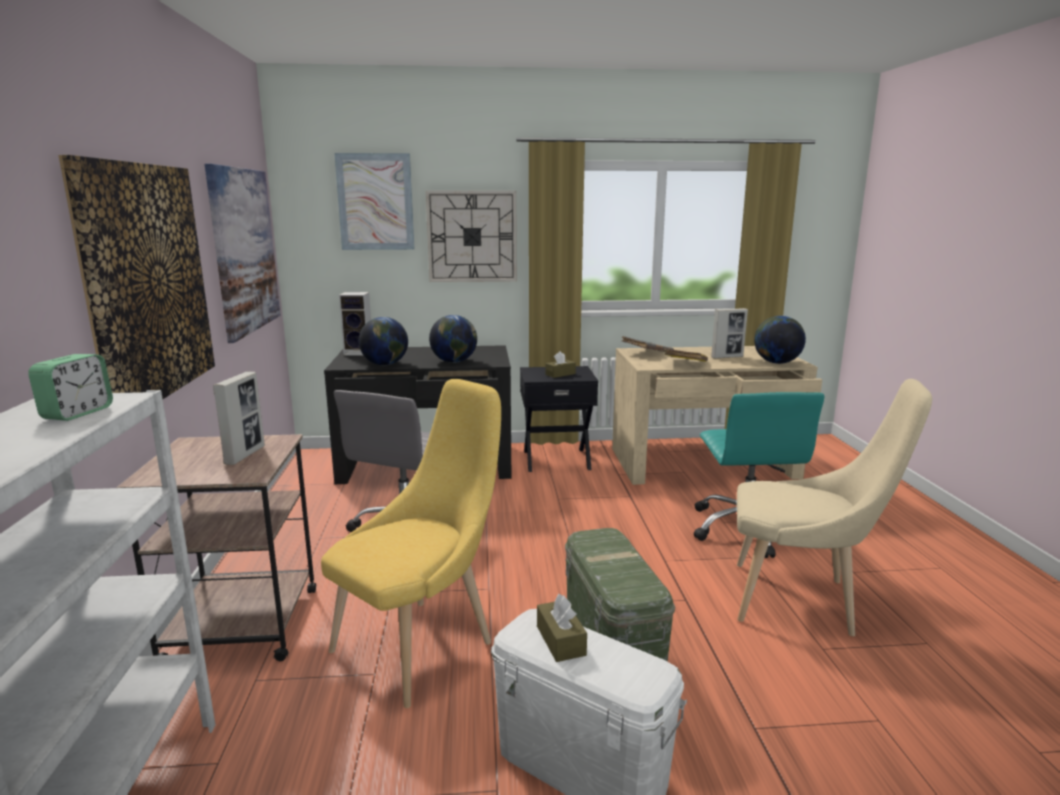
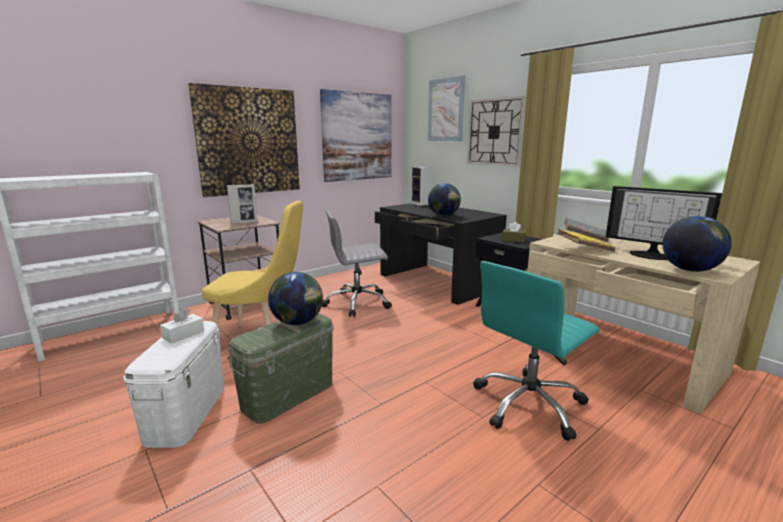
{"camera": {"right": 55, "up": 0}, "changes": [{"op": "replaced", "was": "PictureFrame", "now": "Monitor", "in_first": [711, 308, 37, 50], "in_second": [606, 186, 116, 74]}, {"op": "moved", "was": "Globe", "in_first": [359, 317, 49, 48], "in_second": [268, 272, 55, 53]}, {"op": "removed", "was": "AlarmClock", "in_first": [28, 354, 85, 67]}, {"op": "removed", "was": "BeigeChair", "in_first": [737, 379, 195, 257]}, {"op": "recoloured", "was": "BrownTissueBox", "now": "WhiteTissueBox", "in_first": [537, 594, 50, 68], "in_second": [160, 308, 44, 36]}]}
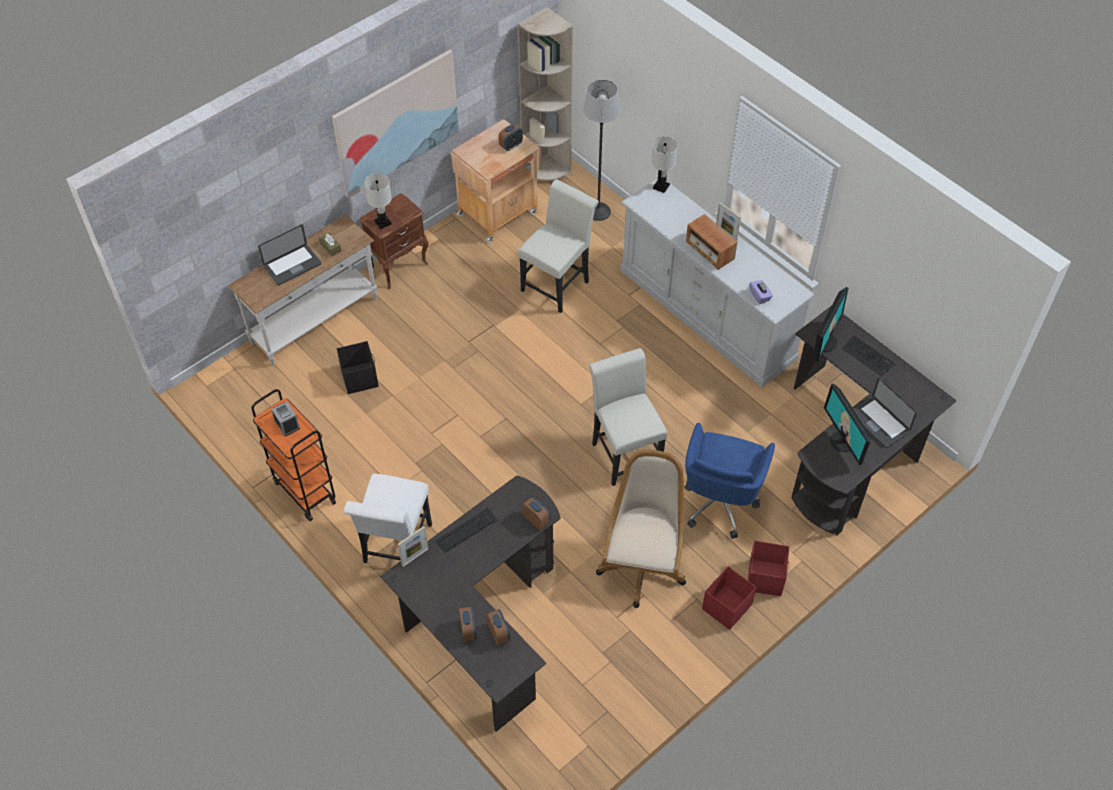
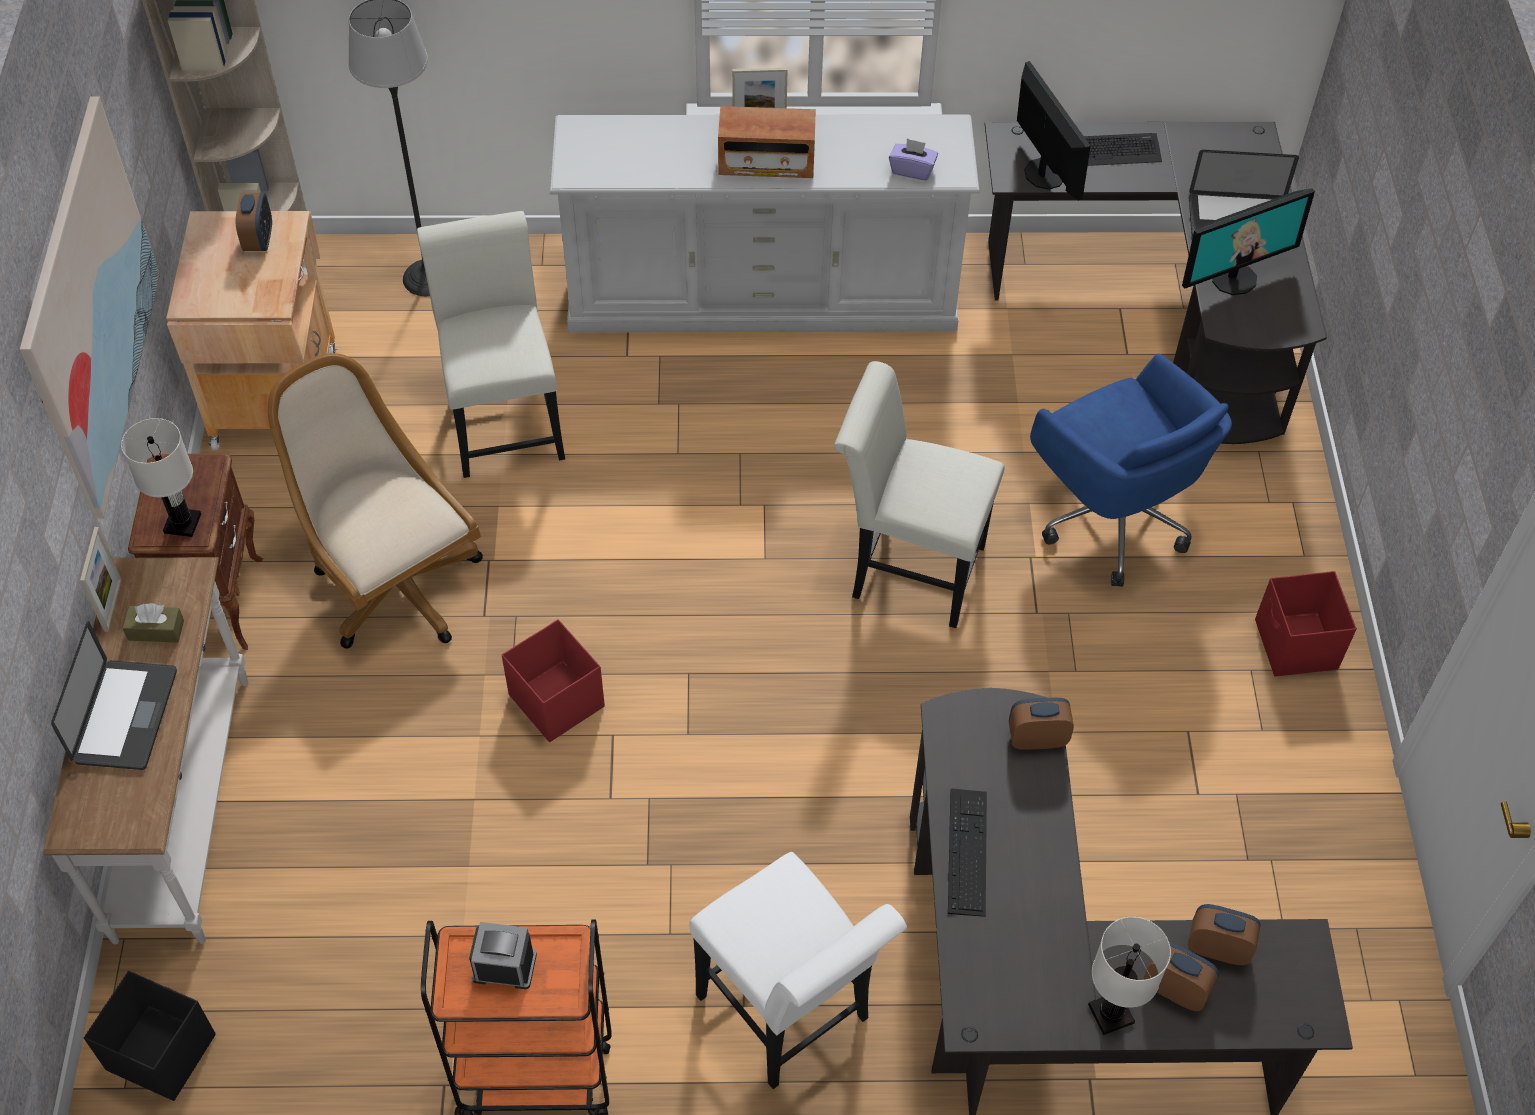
{"camera": {"right": -50, "up": 0}, "changes": [{"op": "moved", "was": "WhiteTableLamp", "in_first": [651, 136, 27, 57], "in_second": [1088, 917, 83, 118]}, {"op": "moved", "was": "BlackStorageBox", "in_first": [337, 341, 42, 53], "in_second": [84, 971, 132, 130]}, {"op": "turned", "was": "Monitor", "in_first": [824, 384, 47, 81], "in_second": [1182, 188, 133, 107], "clockwise": -45}, {"op": "moved", "was": "OfficeChair", "in_first": [596, 450, 90, 158], "in_second": [268, 353, 215, 296]}, {"op": "moved", "was": "PictureFrame", "in_first": [398, 526, 30, 41], "in_second": [80, 527, 42, 105]}, {"op": "moved", "was": "RedStorageBox", "in_first": [748, 541, 41, 55], "in_second": [502, 619, 103, 123]}]}
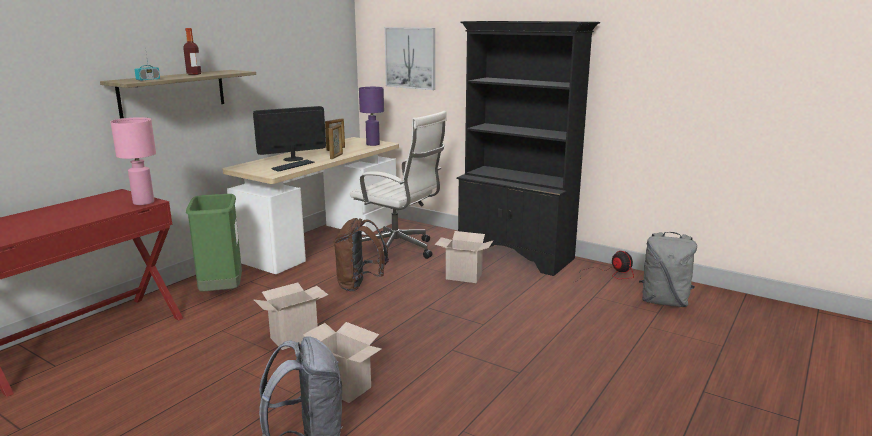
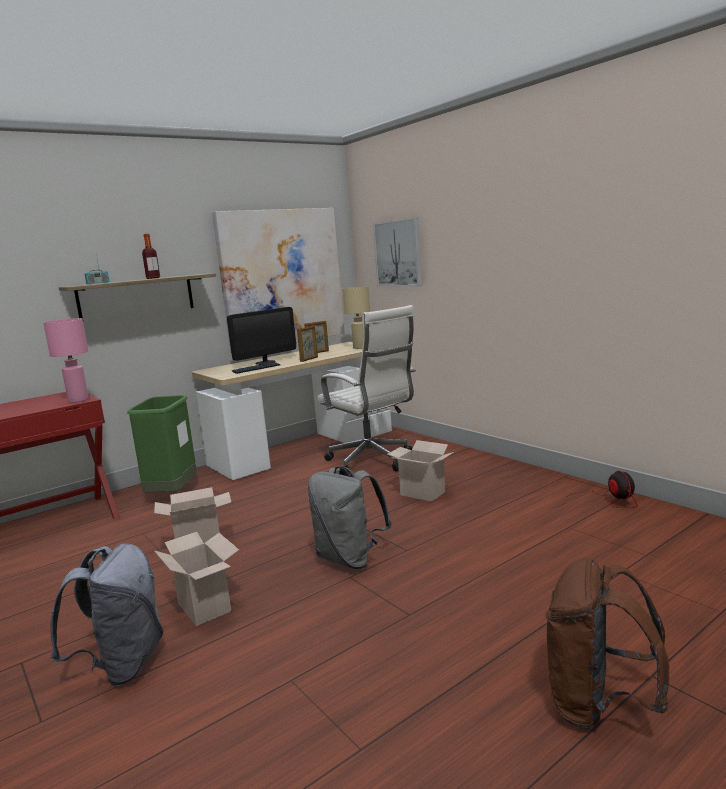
{"camera": {"right": 20, "up": -5}, "changes": [{"op": "removed", "was": "BlackBookcase", "in_first": [457, 21, 143, 255]}, {"op": "recoloured", "was": "PurpleTableLamp", "now": "BeigeTableLamp", "in_first": [359, 87, 25, 59], "in_second": [342, 286, 28, 63]}, {"op": "turned", "was": "Monitor", "in_first": [253, 106, 73, 56], "in_second": [227, 307, 69, 58], "clockwise": 150}, {"op": "moved", "was": "BrownBackpack", "in_first": [333, 218, 56, 73], "in_second": [545, 558, 124, 172]}, {"op": "moved", "was": "GreyBackpack", "in_first": [639, 232, 58, 75], "in_second": [308, 466, 84, 103]}, {"op": "added", "now": "Picture", "in_second": [212, 208, 133, 144]}]}
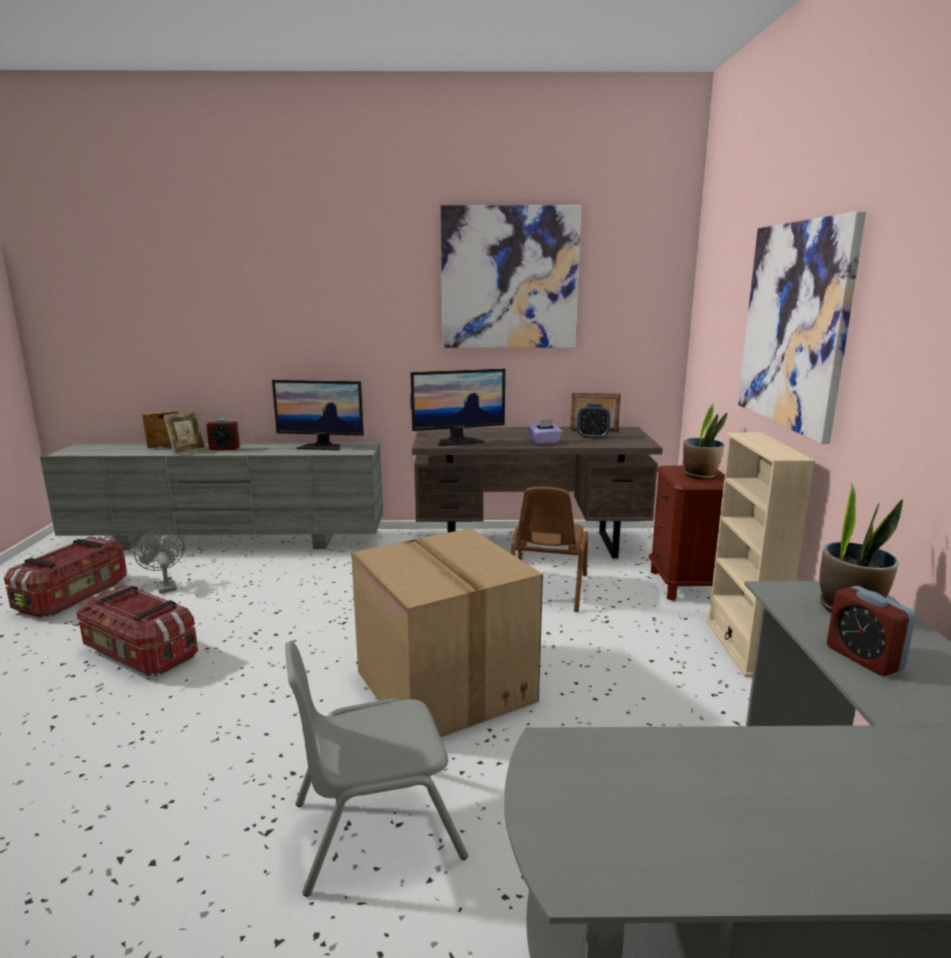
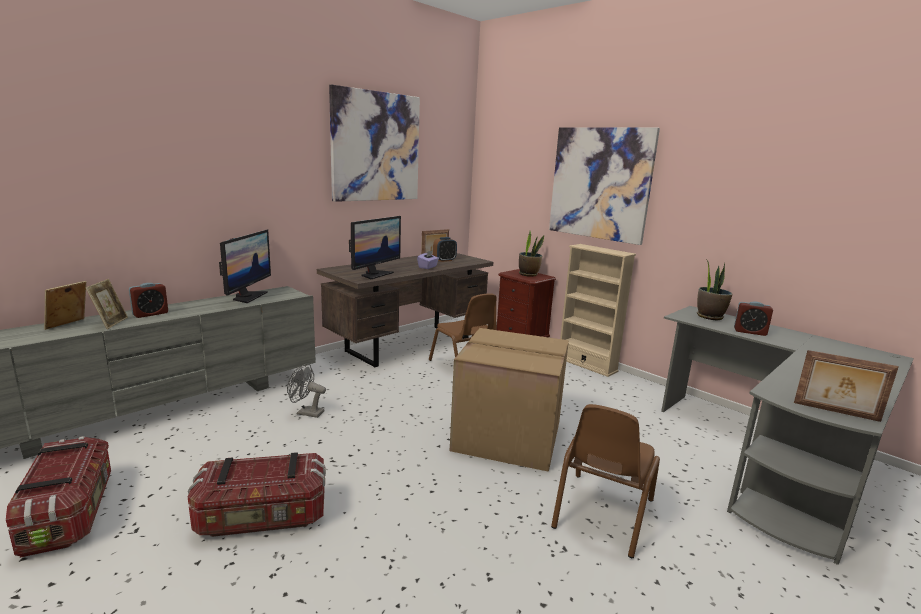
{"camera": {"right": -45, "up": 0}, "changes": [{"op": "turned", "was": "Monitor", "in_first": [272, 380, 92, 70], "in_second": [219, 230, 52, 73], "clockwise": -45}, {"op": "moved", "was": "GreyFan", "in_first": [134, 530, 50, 64], "in_second": [287, 363, 39, 55]}, {"op": "recoloured", "was": "GreyChair", "now": "BrownChair", "in_first": [285, 641, 183, 256], "in_second": [551, 404, 109, 154]}, {"op": "added", "now": "PictureFrame", "in_second": [794, 350, 105, 72]}]}
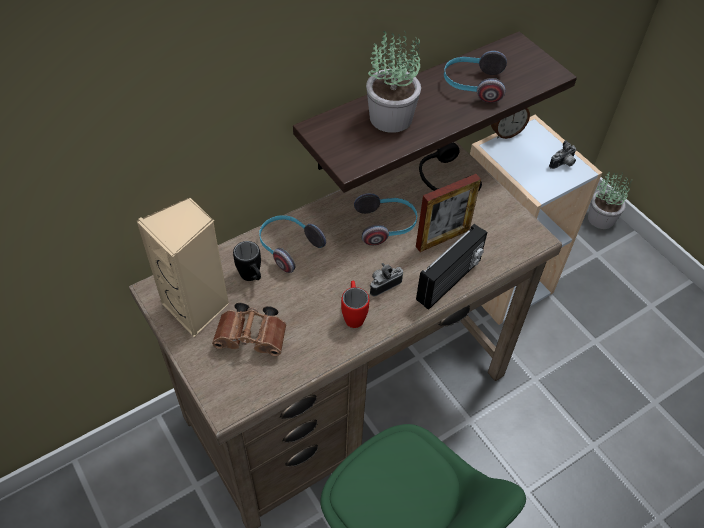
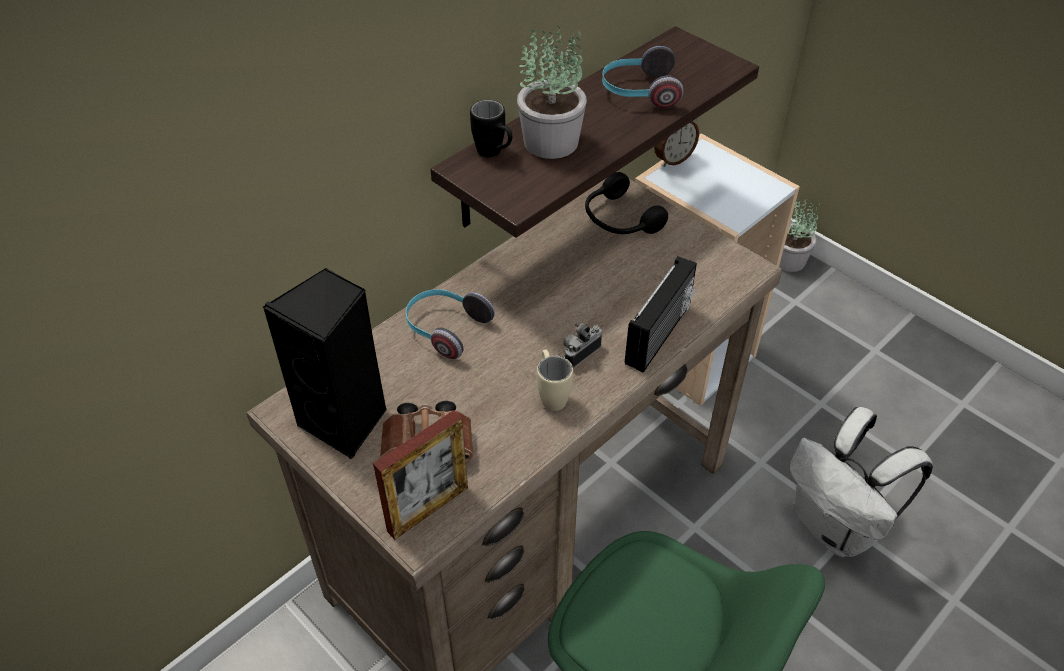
{"camera": {"right": -10, "up": -5}, "changes": [{"op": "removed", "was": "PhotoCamera", "in_first": [549, 140, 27, 29]}, {"op": "moved", "was": "PictureFrame", "in_first": [416, 174, 65, 78], "in_second": [373, 410, 95, 130]}, {"op": "removed", "was": "Headphones", "in_first": [354, 193, 63, 52]}, {"op": "recoloured", "was": "BeigeSpeaker", "now": "BlackSpeaker", "in_first": [137, 198, 92, 139], "in_second": [263, 268, 124, 191]}, {"op": "moved", "was": "BlackMug", "in_first": [233, 241, 28, 40], "in_second": [470, 100, 42, 57]}, {"op": "recoloured", "was": "RedMug", "now": "BeigeMug", "in_first": [341, 281, 28, 47], "in_second": [537, 350, 36, 61]}, {"op": "added", "now": "WhiteBackpack", "in_second": [790, 407, 143, 151]}]}
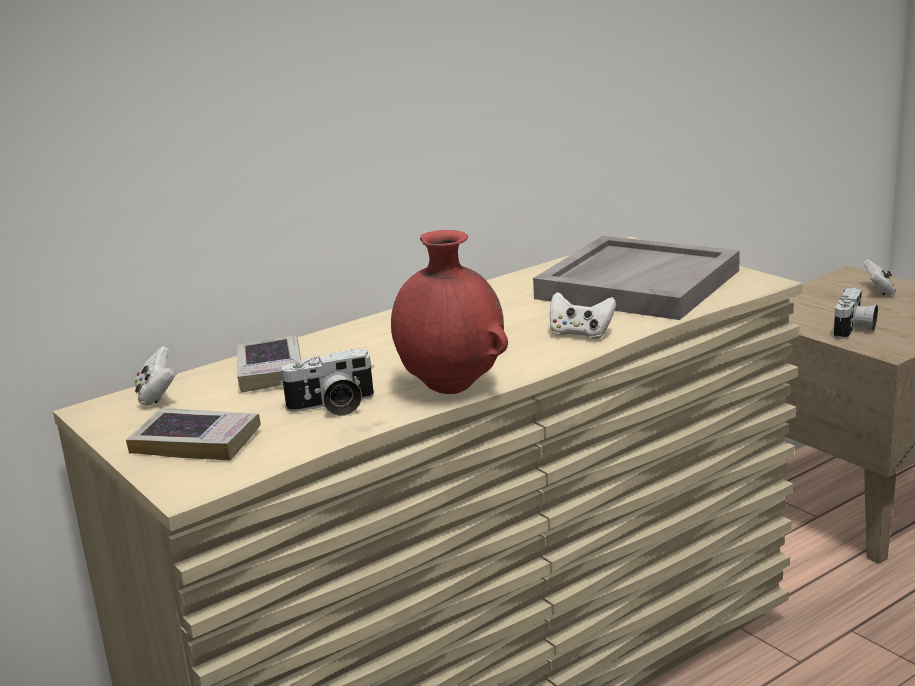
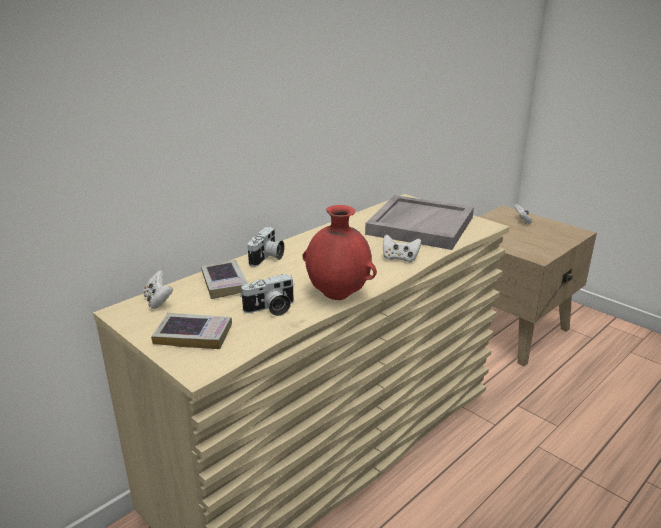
{"camera": {"right": -10, "up": 5}, "changes": [{"op": "moved", "was": "PhotoCamera", "in_first": [834, 288, 44, 51], "in_second": [248, 227, 37, 40]}]}
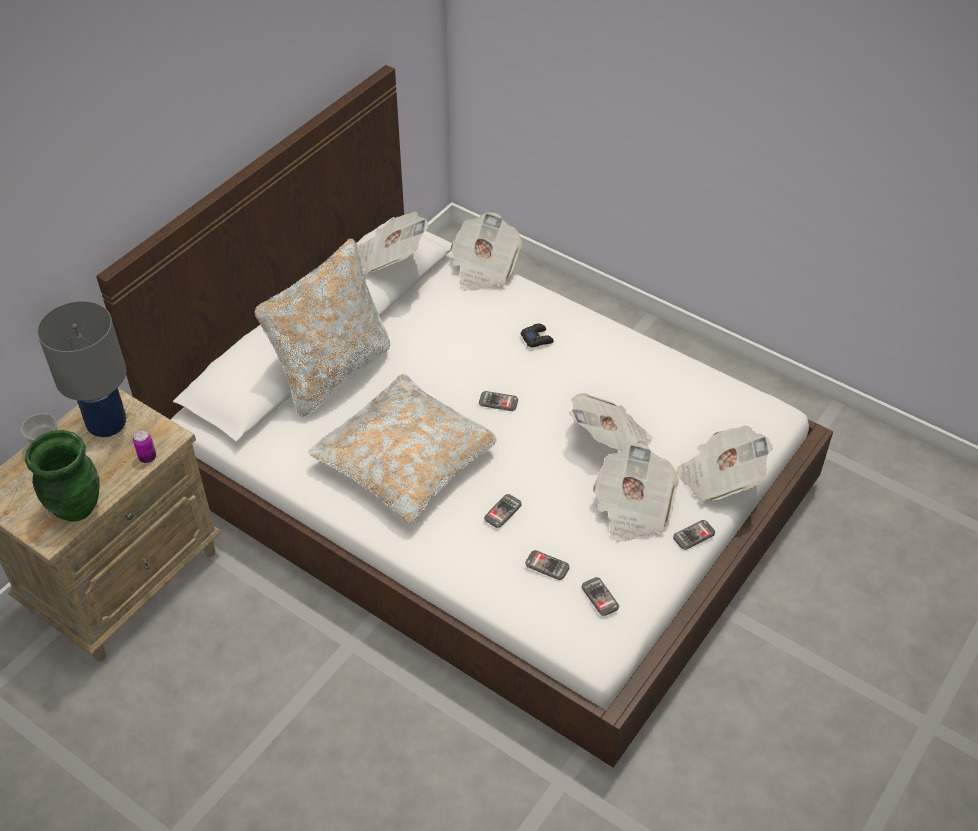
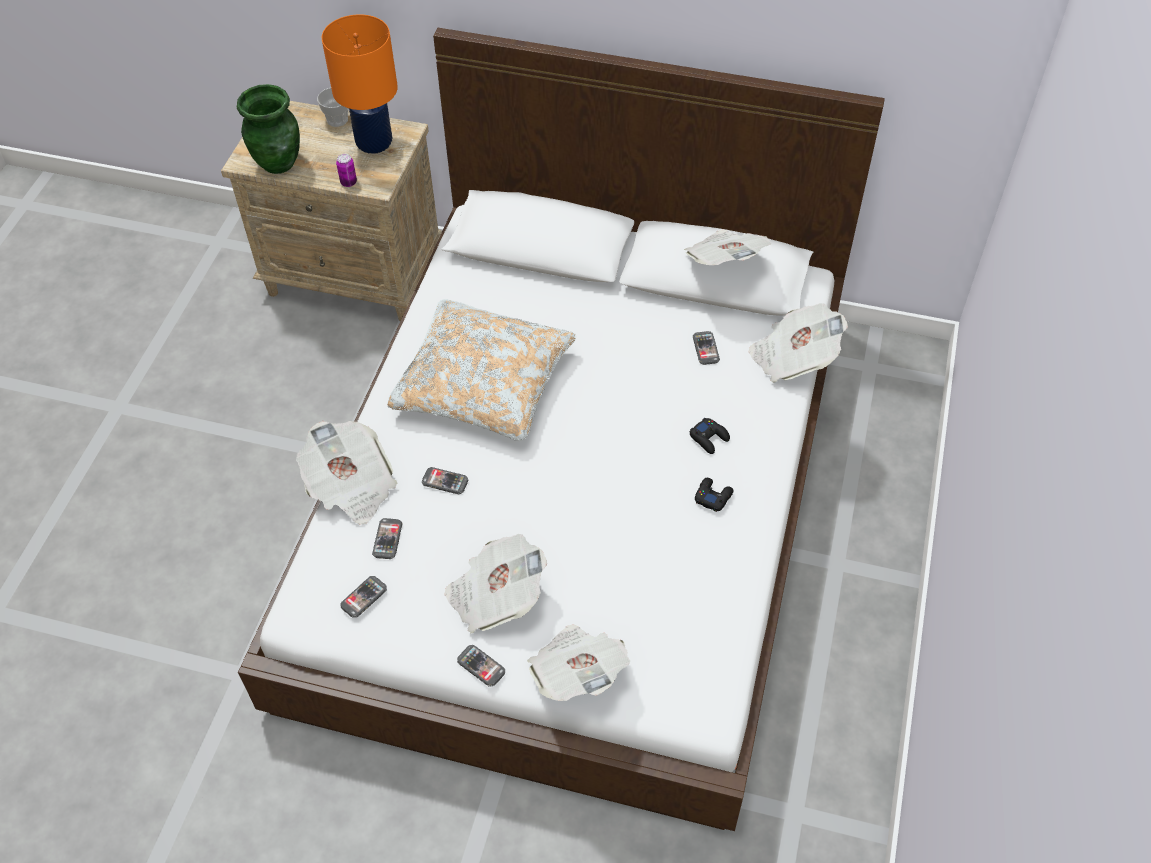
{"camera": {"right": 70, "up": 5}, "changes": [{"op": "removed", "was": "WhitePillow", "in_first": [254, 238, 136, 179]}, {"op": "recoloured", "was": "GreyTableLamp", "now": "OrangeTableLamp", "in_first": [37, 301, 89, 136], "in_second": [322, 14, 76, 140]}, {"op": "moved", "was": "Phone", "in_first": [479, 391, 39, 20], "in_second": [693, 331, 27, 34]}, {"op": "moved", "was": "Newspaper", "in_first": [569, 393, 83, 58], "in_second": [296, 421, 101, 104]}, {"op": "added", "now": "BlackGameController", "in_second": [695, 478, 39, 34]}]}
